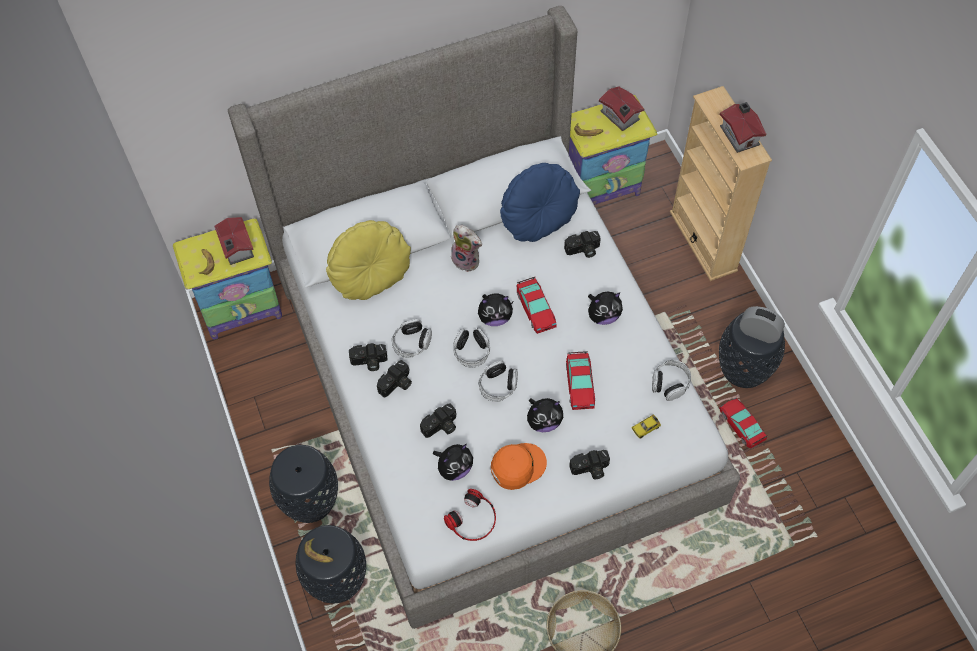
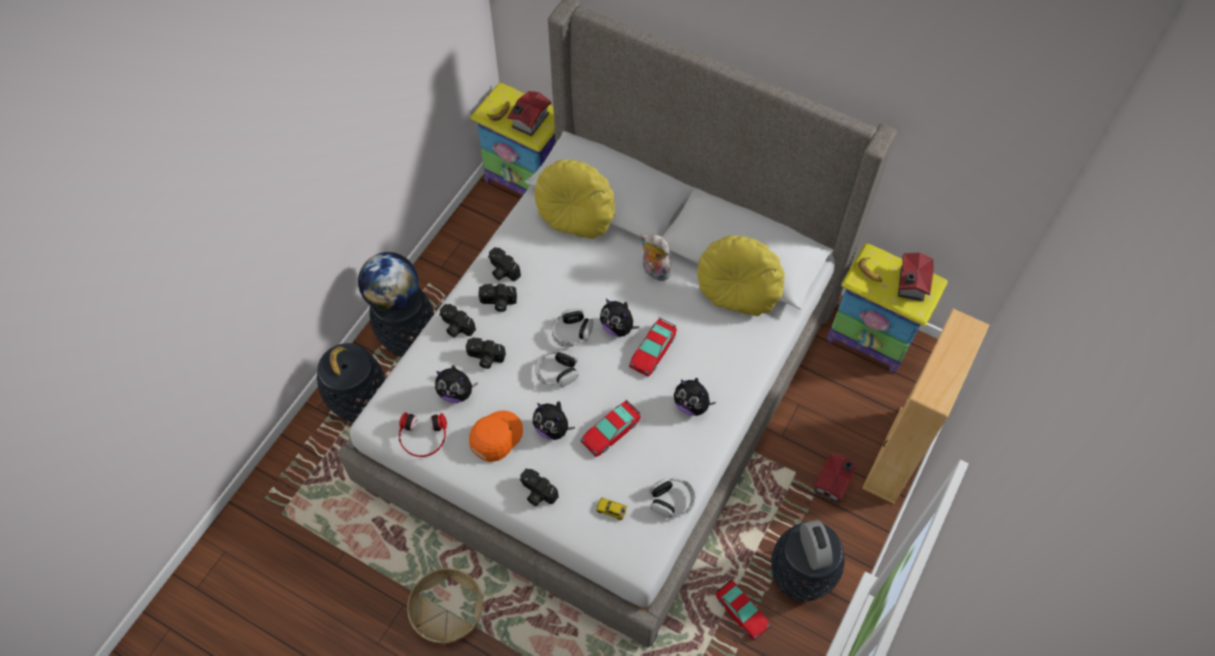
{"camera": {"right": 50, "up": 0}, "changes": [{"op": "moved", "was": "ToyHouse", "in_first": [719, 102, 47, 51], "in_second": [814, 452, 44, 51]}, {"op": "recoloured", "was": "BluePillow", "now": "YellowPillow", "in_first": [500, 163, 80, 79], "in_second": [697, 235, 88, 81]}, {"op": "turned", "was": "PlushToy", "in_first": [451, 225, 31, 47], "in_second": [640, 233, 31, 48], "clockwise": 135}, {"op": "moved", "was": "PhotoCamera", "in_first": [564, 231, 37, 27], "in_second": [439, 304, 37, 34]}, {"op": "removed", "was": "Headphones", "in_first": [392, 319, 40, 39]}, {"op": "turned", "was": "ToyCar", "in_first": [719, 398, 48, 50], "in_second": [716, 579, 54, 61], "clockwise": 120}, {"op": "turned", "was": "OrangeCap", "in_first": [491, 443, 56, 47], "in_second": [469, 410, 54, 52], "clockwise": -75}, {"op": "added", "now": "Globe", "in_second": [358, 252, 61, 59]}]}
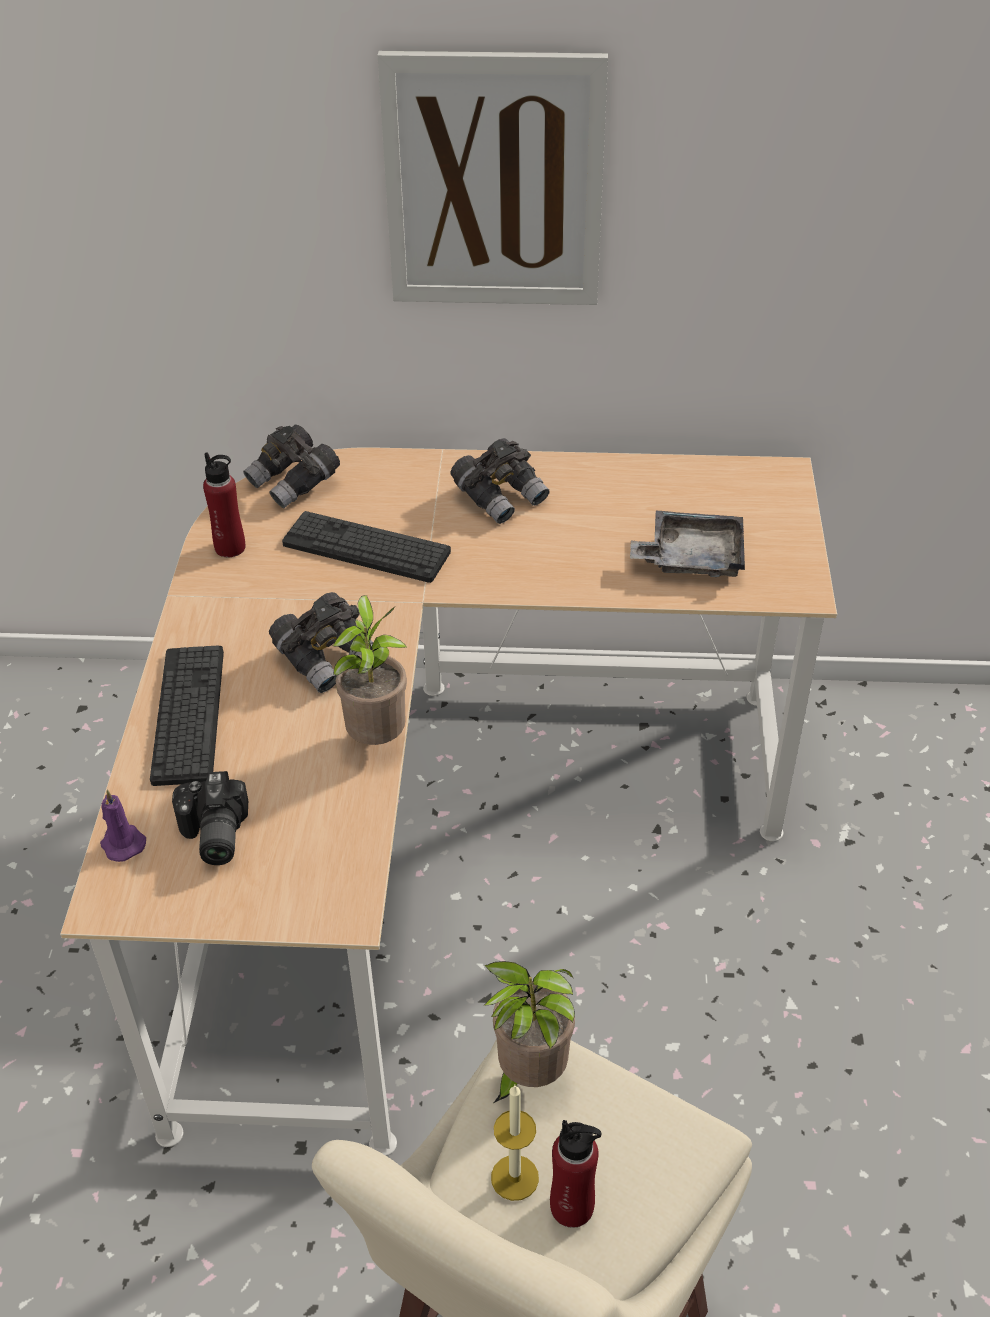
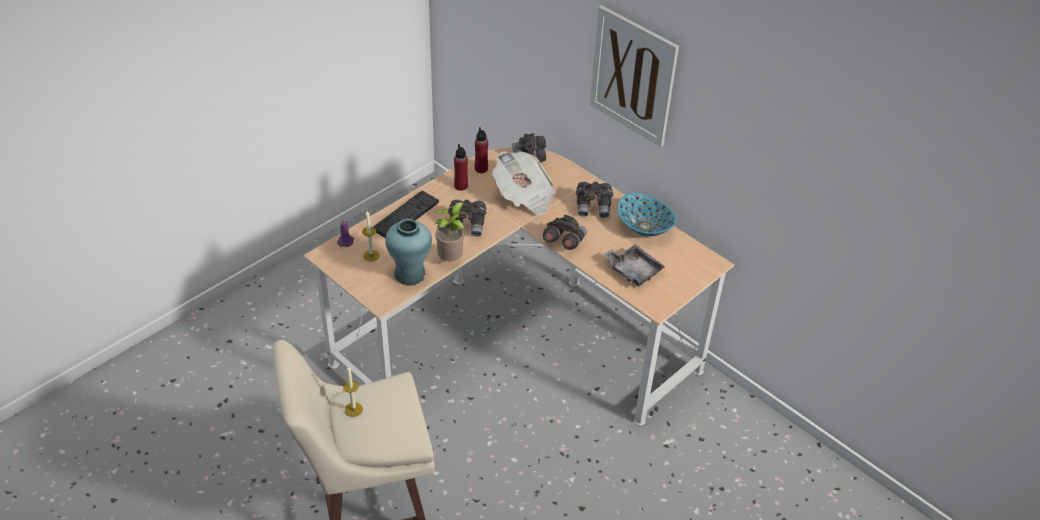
{"camera": {"right": 40, "up": 0}, "changes": [{"op": "replaced", "was": "Keyboard", "now": "Newspaper", "in_first": [282, 511, 169, 72], "in_second": [492, 151, 65, 65]}, {"op": "replaced", "was": "PhotoCamera", "now": "Candle", "in_first": [172, 771, 76, 94], "in_second": [362, 211, 18, 51]}, {"op": "removed", "was": "PottedPlant", "in_first": [483, 961, 92, 142]}, {"op": "moved", "was": "RedBottle", "in_first": [550, 1120, 52, 108], "in_second": [454, 144, 14, 47]}, {"op": "added", "now": "Bowl", "in_second": [617, 193, 60, 43]}, {"op": "added", "now": "GreyBinoculars", "in_second": [543, 214, 44, 36]}, {"op": "added", "now": "TurquoiseVase", "in_second": [385, 219, 47, 67]}]}
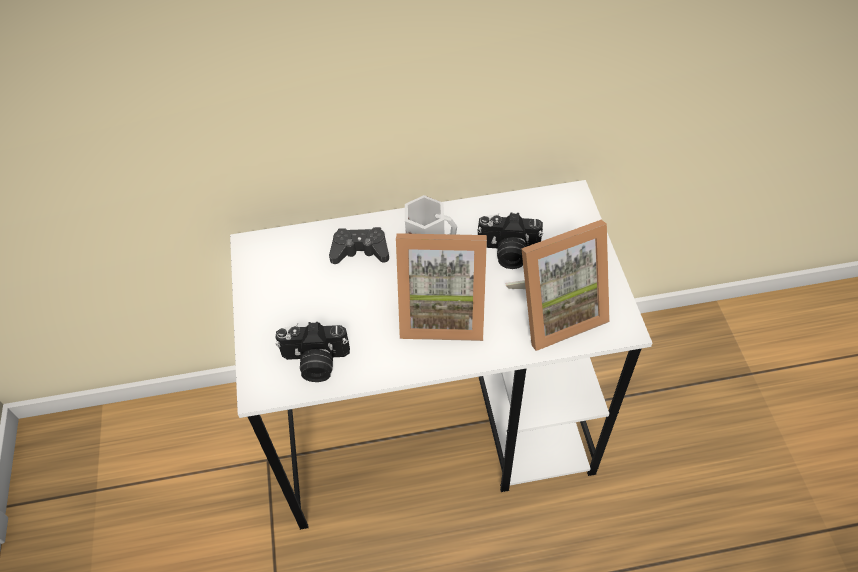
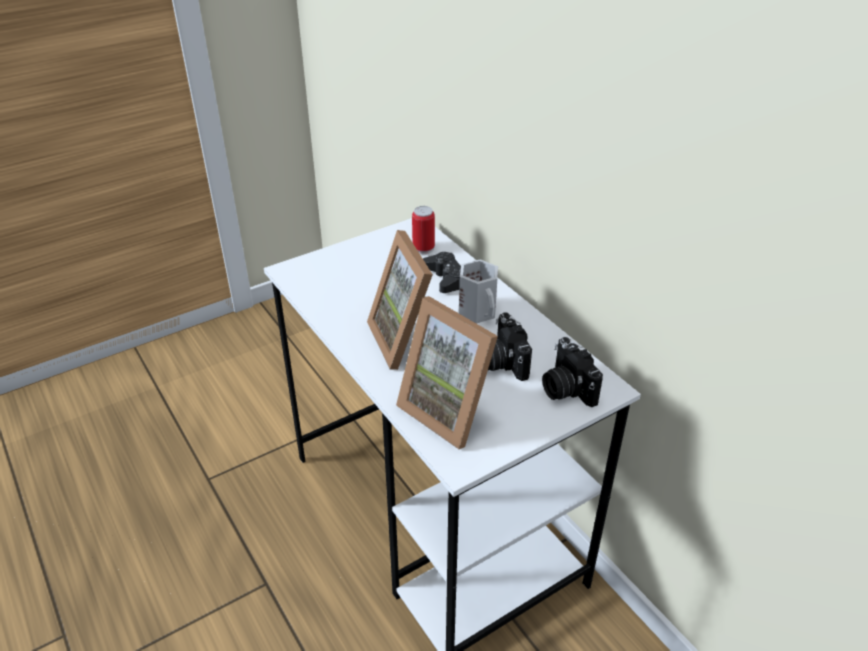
{"camera": {"right": 65, "up": -15}, "changes": [{"op": "moved", "was": "PhotoCamera", "in_first": [276, 322, 74, 60], "in_second": [542, 337, 61, 70]}, {"op": "added", "now": "Can", "in_second": [412, 206, 23, 48]}]}
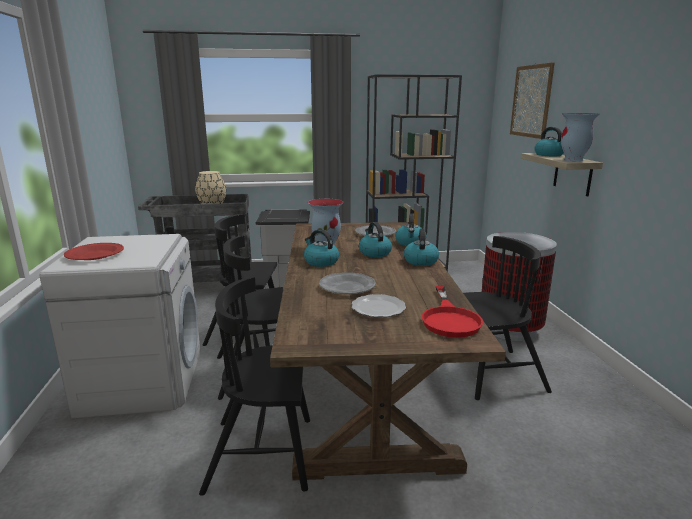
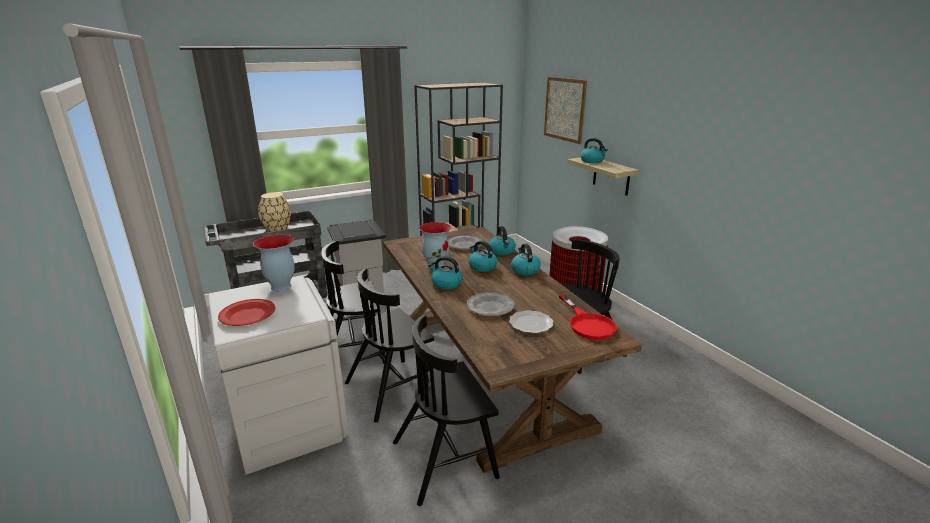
{"camera": {"right": -20, "up": 5}, "changes": [{"op": "moved", "was": "Vase", "in_first": [561, 113, 39, 49], "in_second": [253, 235, 42, 57]}]}
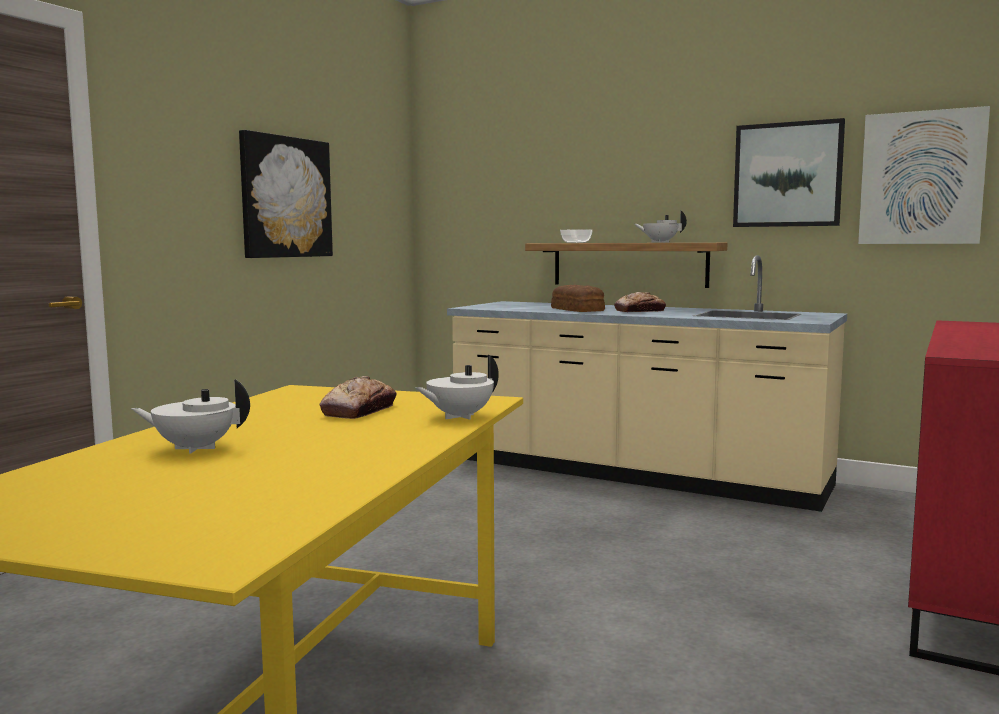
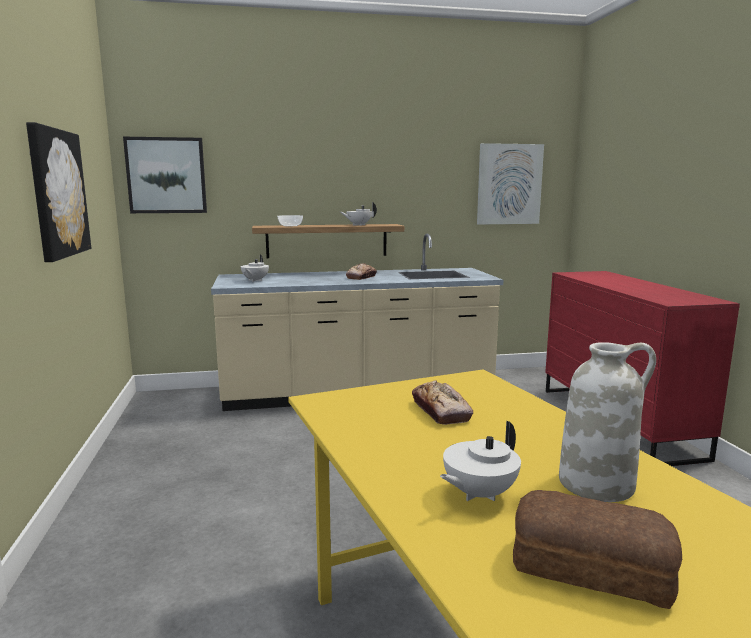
{"camera": {"right": -40, "up": 5}, "changes": [{"op": "moved", "was": "Picture", "in_first": [733, 118, 112, 109], "in_second": [123, 137, 84, 76]}, {"op": "moved", "was": "Bread", "in_first": [551, 285, 54, 27], "in_second": [513, 490, 169, 119]}, {"op": "moved", "was": "WhiteTeapot", "in_first": [415, 355, 84, 65], "in_second": [241, 254, 28, 28]}, {"op": "added", "now": "WhiteVase", "in_second": [559, 342, 97, 160]}]}
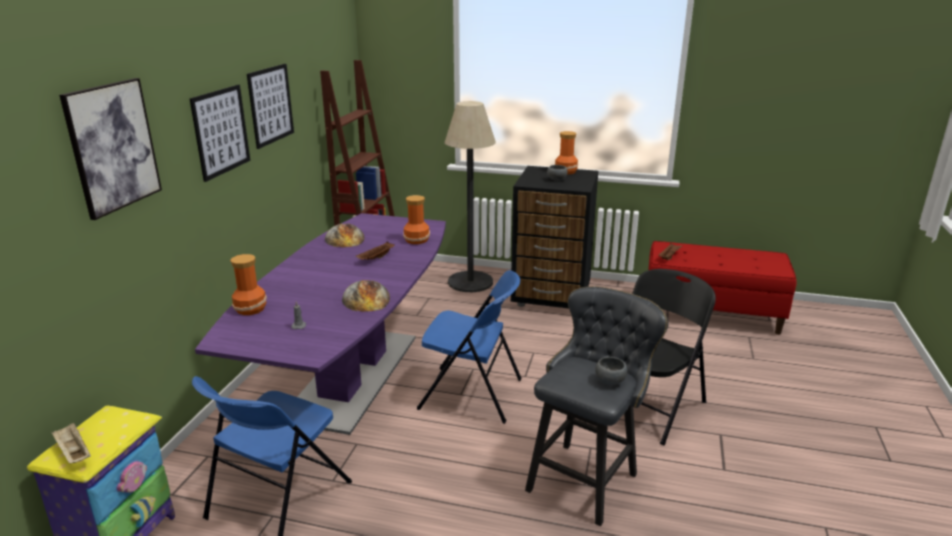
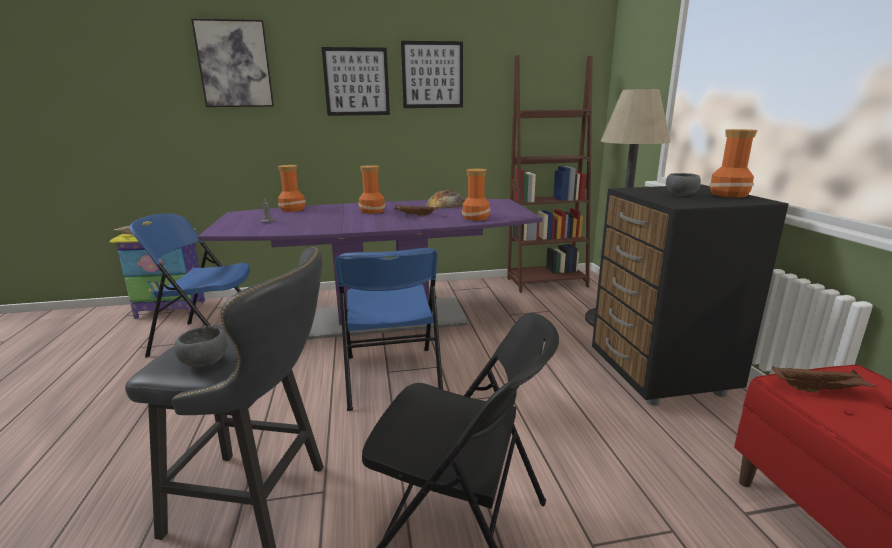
{"camera": {"right": 65, "up": -5}, "changes": [{"op": "removed", "was": "Bread", "in_first": [342, 280, 48, 32]}, {"op": "added", "now": "Vase", "in_second": [358, 165, 27, 49]}]}
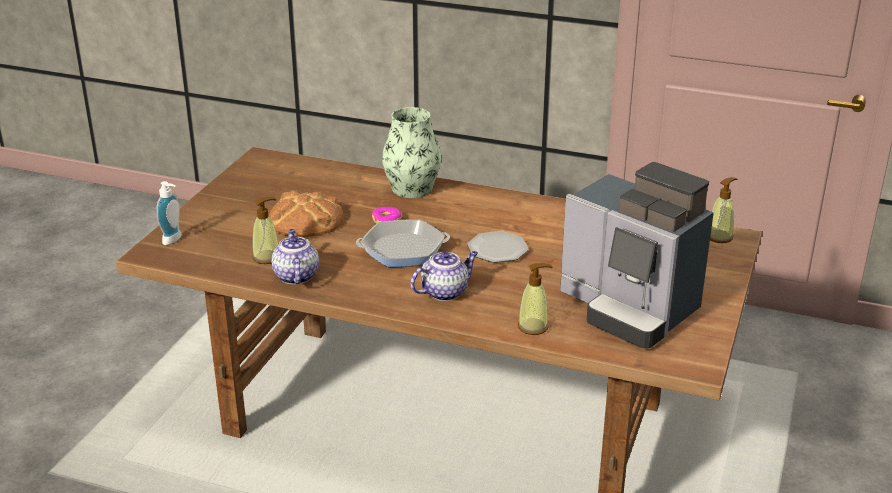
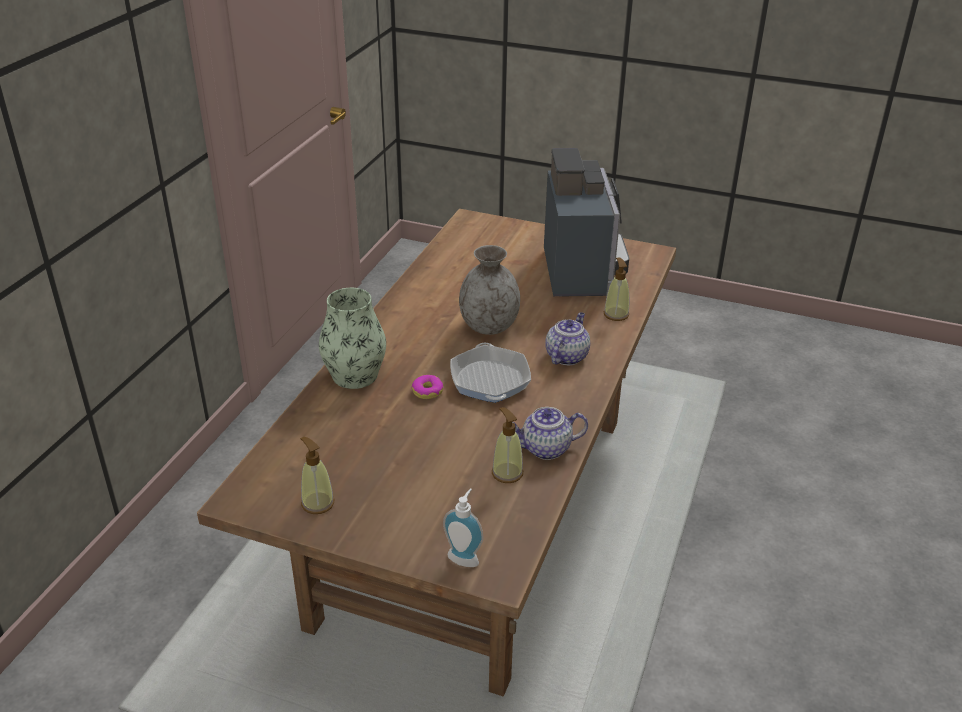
{"camera": {"right": -90, "up": 5}, "changes": [{"op": "turned", "was": "CoffeeMachine", "in_first": [560, 162, 154, 187], "in_second": [544, 148, 85, 149], "clockwise": -45}, {"op": "moved", "was": "SoapDispenser", "in_first": [710, 177, 27, 66], "in_second": [300, 437, 34, 77]}, {"op": "removed", "was": "Bread", "in_first": [269, 191, 74, 46]}, {"op": "replaced", "was": "Plate", "now": "GreyVase", "in_first": [467, 231, 62, 32], "in_second": [459, 245, 61, 90]}, {"op": "turned", "was": "Teapot", "in_first": [410, 251, 68, 50], "in_second": [545, 312, 45, 53], "clockwise": 60}]}
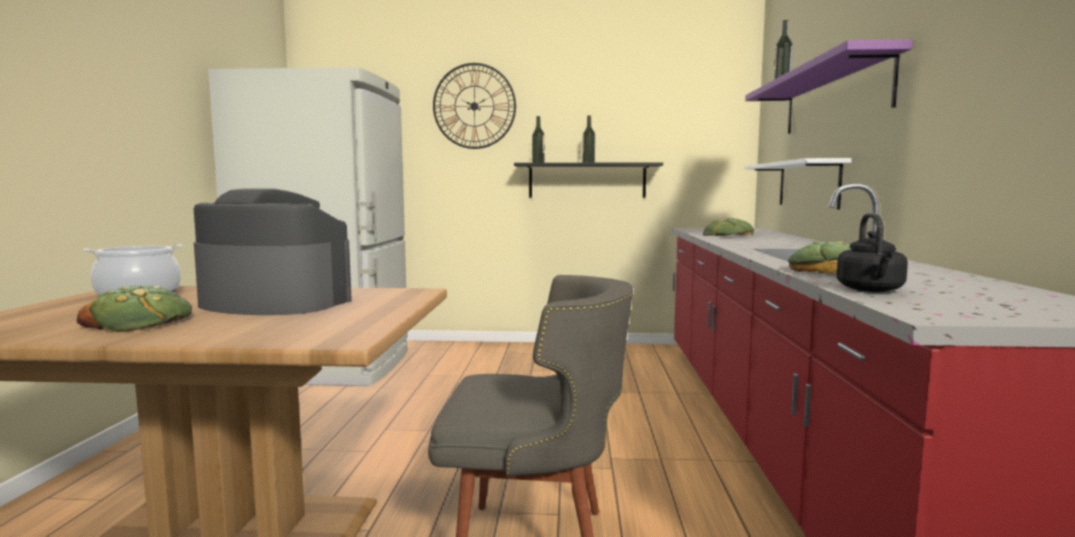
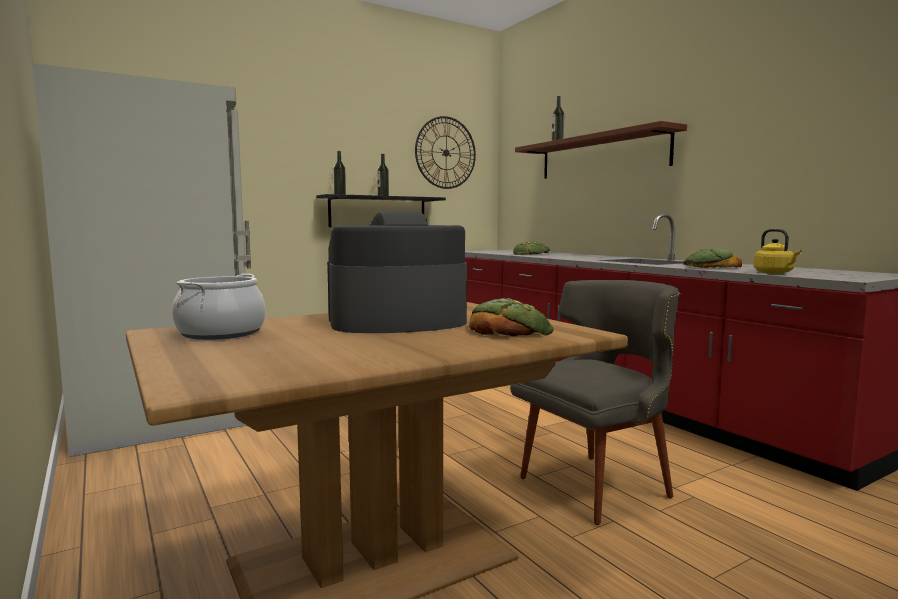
{"camera": {"right": -35, "up": 0}, "changes": [{"op": "recoloured", "was": "PurpleShelf", "now": "BrownShelf", "in_first": [745, 39, 168, 95], "in_second": [515, 121, 172, 58]}, {"op": "moved", "was": "WallClock", "in_first": [433, 63, 83, 86], "in_second": [415, 116, 61, 73]}, {"op": "removed", "was": "WhiteShelf", "in_first": [744, 158, 108, 51]}, {"op": "recoloured", "was": "BlackKettle", "now": "YellowKettle", "in_first": [836, 213, 72, 79], "in_second": [754, 229, 48, 45]}, {"op": "moved", "was": "Bread", "in_first": [76, 286, 116, 46], "in_second": [469, 298, 84, 39]}]}
